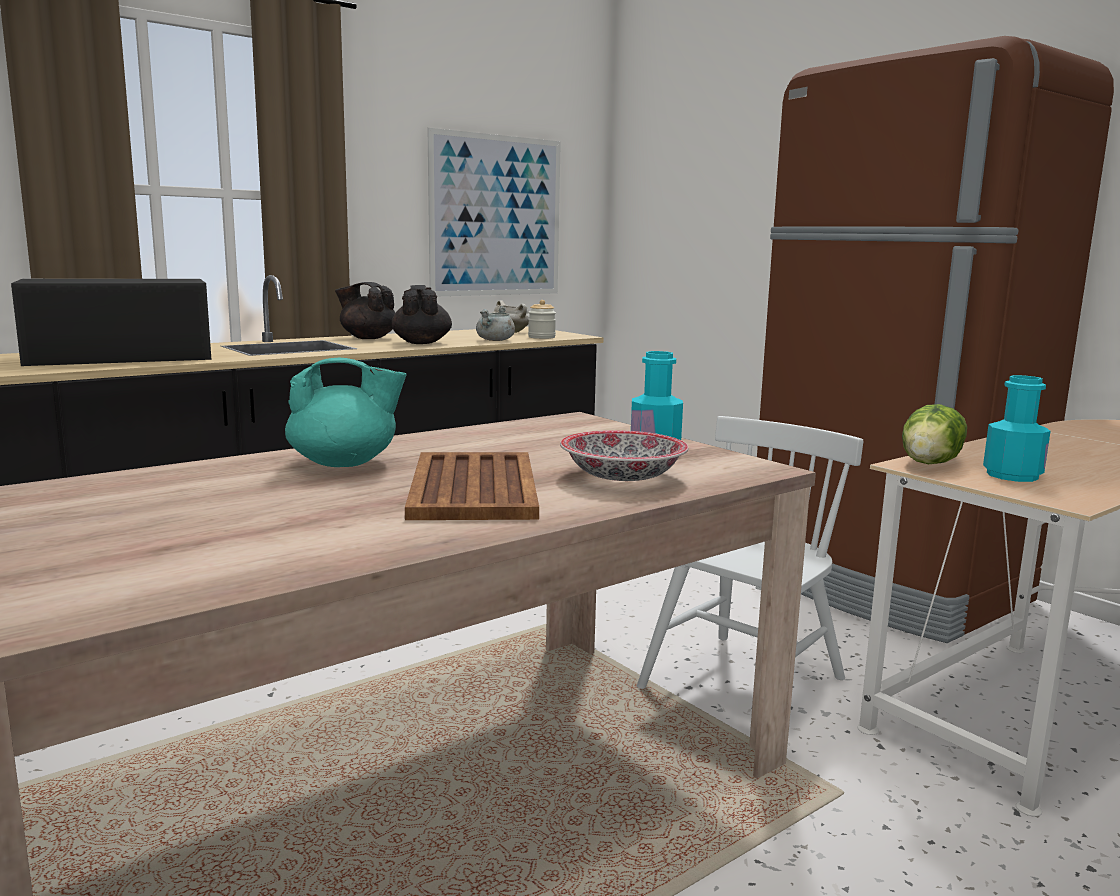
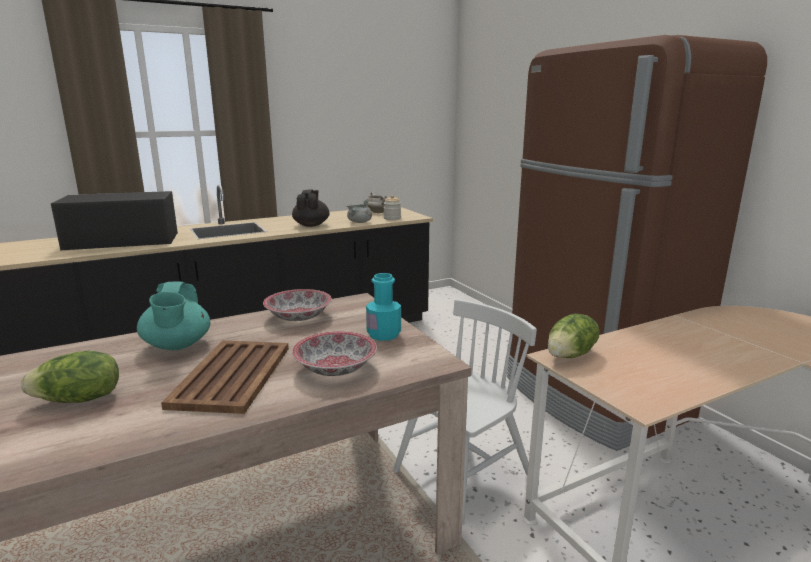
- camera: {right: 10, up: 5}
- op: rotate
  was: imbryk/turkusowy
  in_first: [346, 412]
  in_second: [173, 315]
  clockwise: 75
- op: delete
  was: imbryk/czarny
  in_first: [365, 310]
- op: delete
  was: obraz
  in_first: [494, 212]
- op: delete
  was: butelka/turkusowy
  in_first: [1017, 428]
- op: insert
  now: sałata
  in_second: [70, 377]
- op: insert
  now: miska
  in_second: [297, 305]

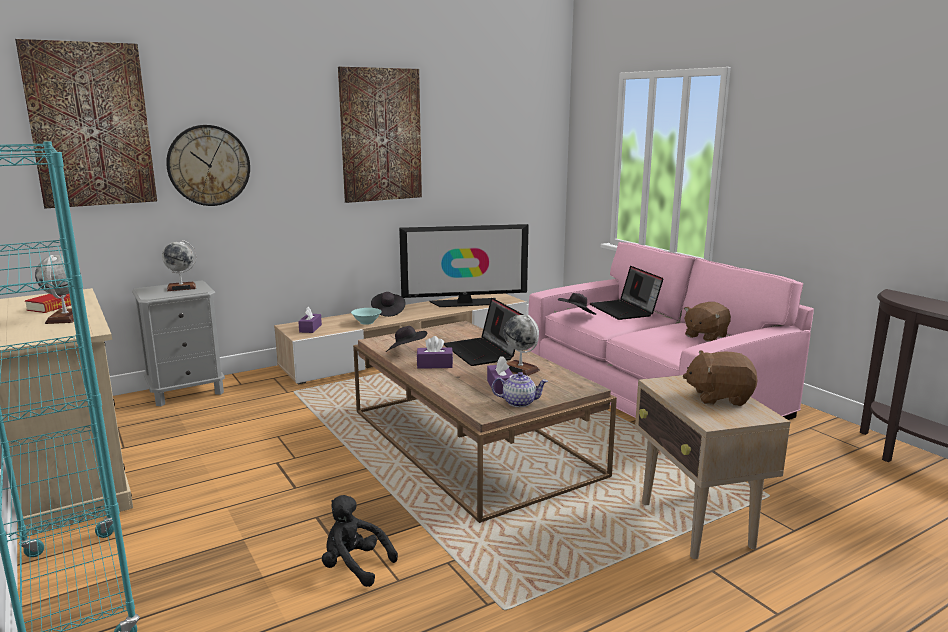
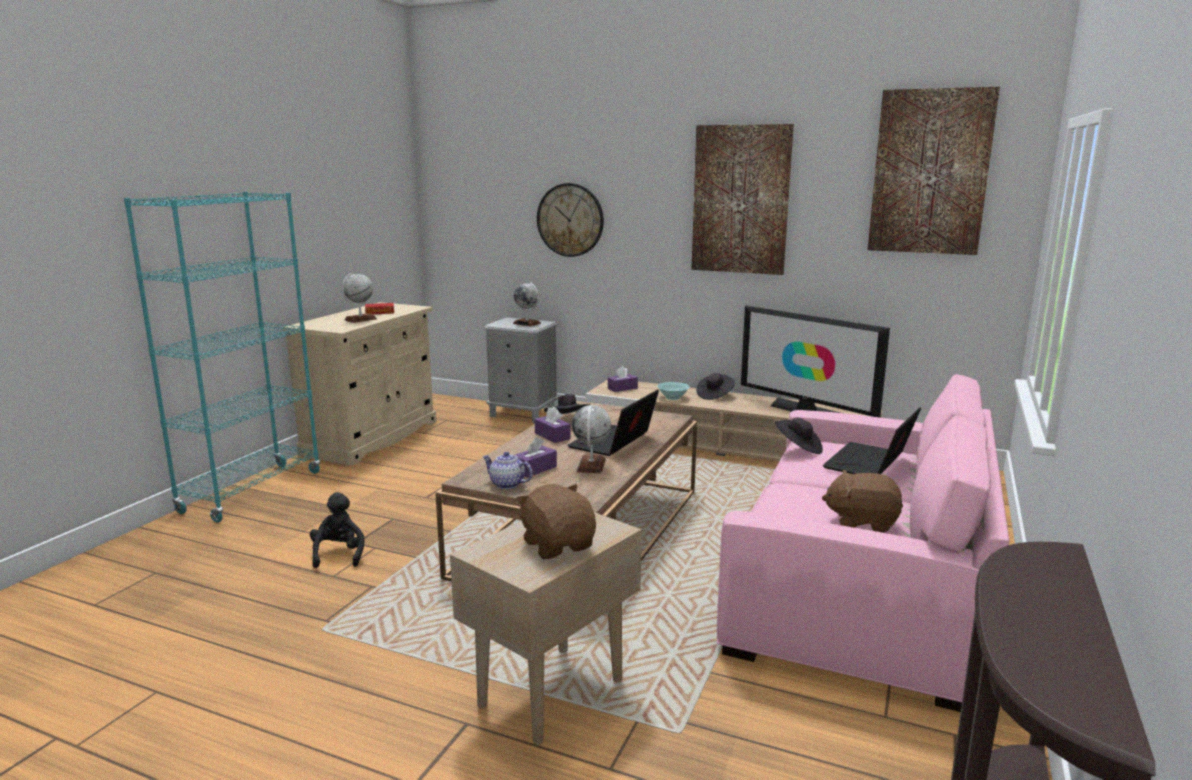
- camera: {right: 55, up: 0}
- op: move
  was: obraz
  in_first: [86, 124]
  in_second: [934, 171]
- op: rotate
  was: imbryk
  in_first: [520, 389]
  in_second: [507, 470]
  clockwise: 150

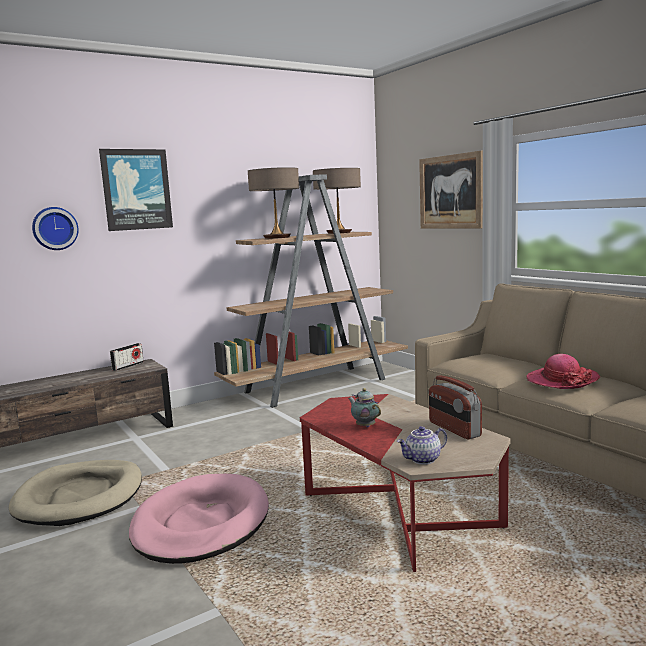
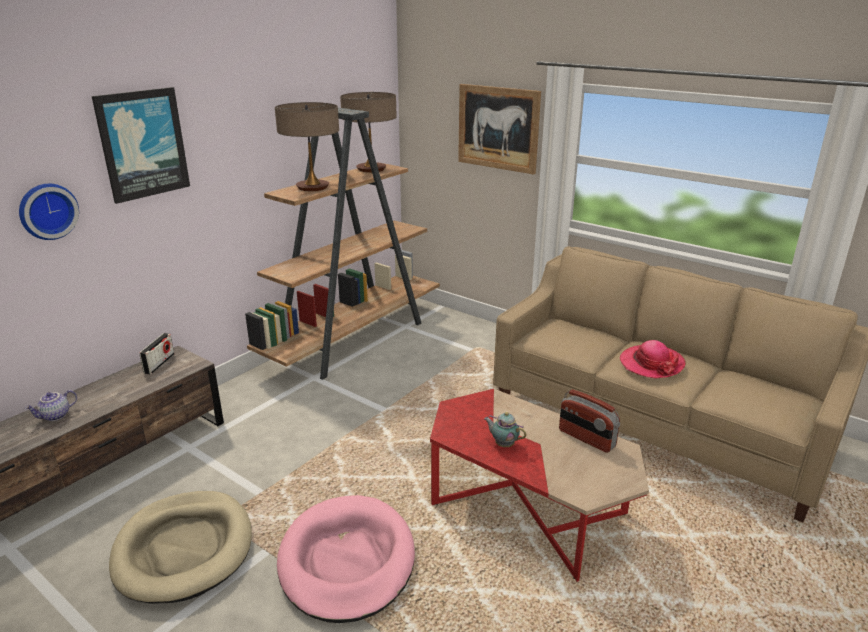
- camera: {right: -20, up: 15}
- op: move
  was: imbryk
  in_first: [422, 445]
  in_second: [51, 405]

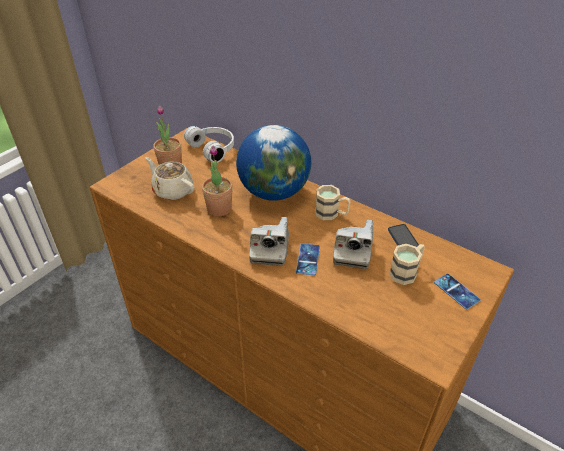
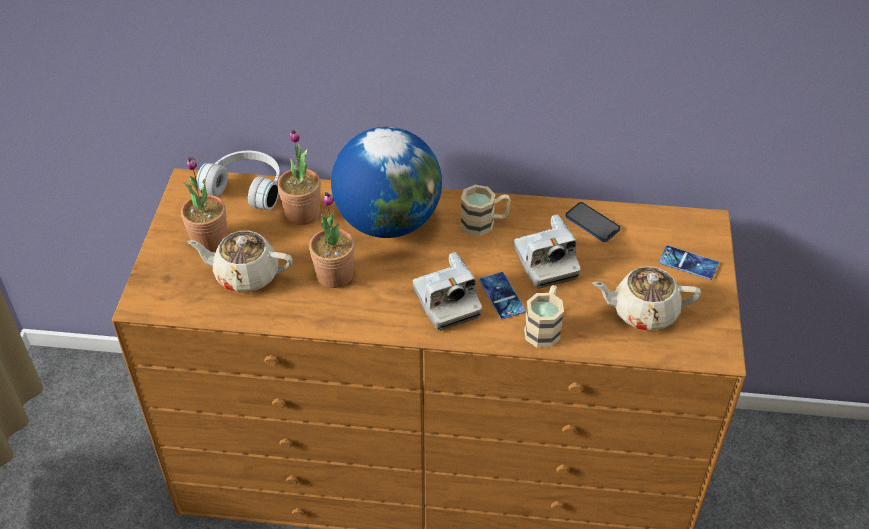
- camera: {right: -30, up: 5}
- op: move
  was: kubek/beżowy
  in_first: [407, 264]
  in_second: [544, 316]
- op: insert
  now: roślina doniczkowa
  in_second: [299, 177]
- op: insert
  now: imbryk/beżowy
  in_second: [646, 298]

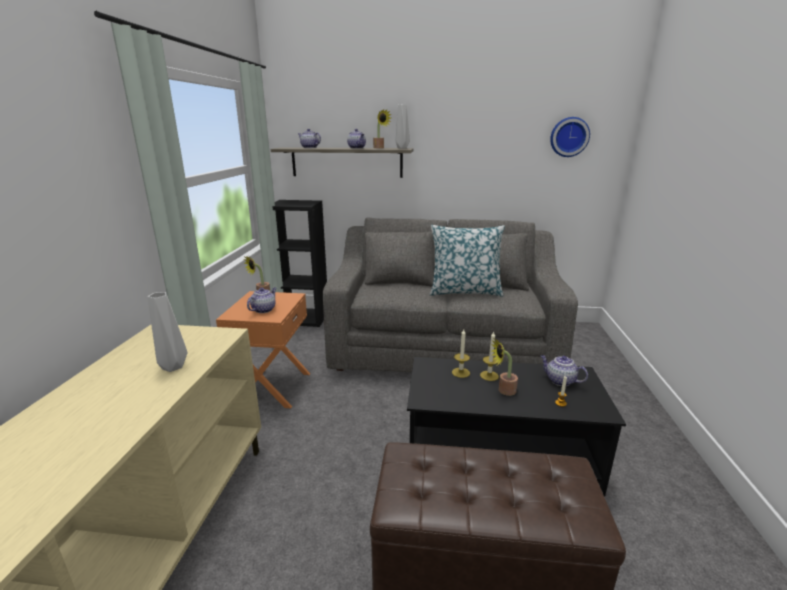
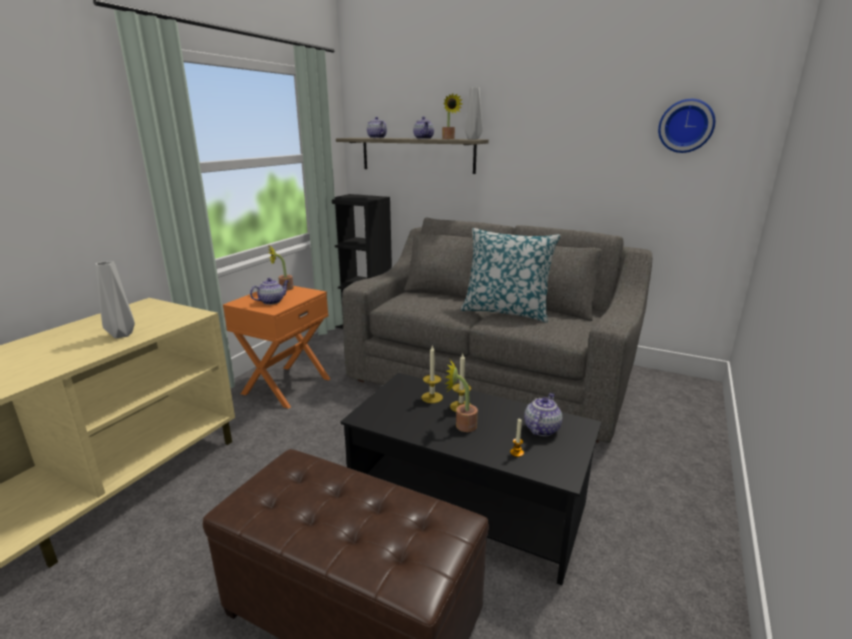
- camera: {right: 20, up: 0}
- op: rotate
  was: imbryk
  in_first: [564, 370]
  in_second: [543, 414]
  clockwise: 60

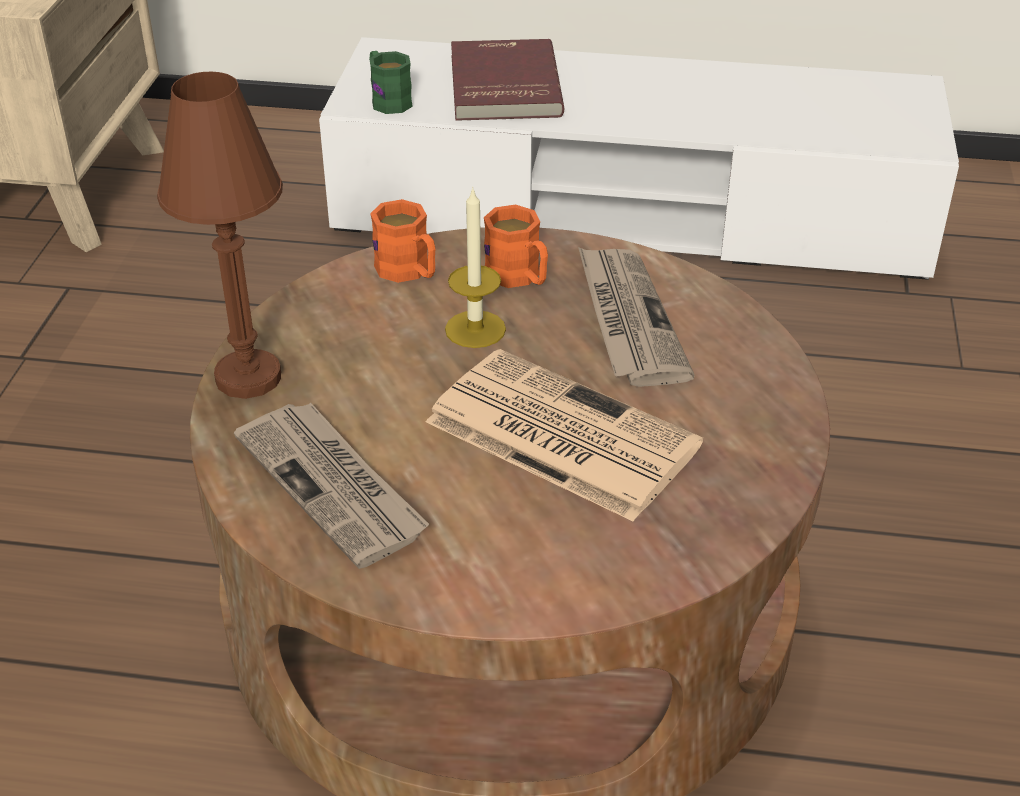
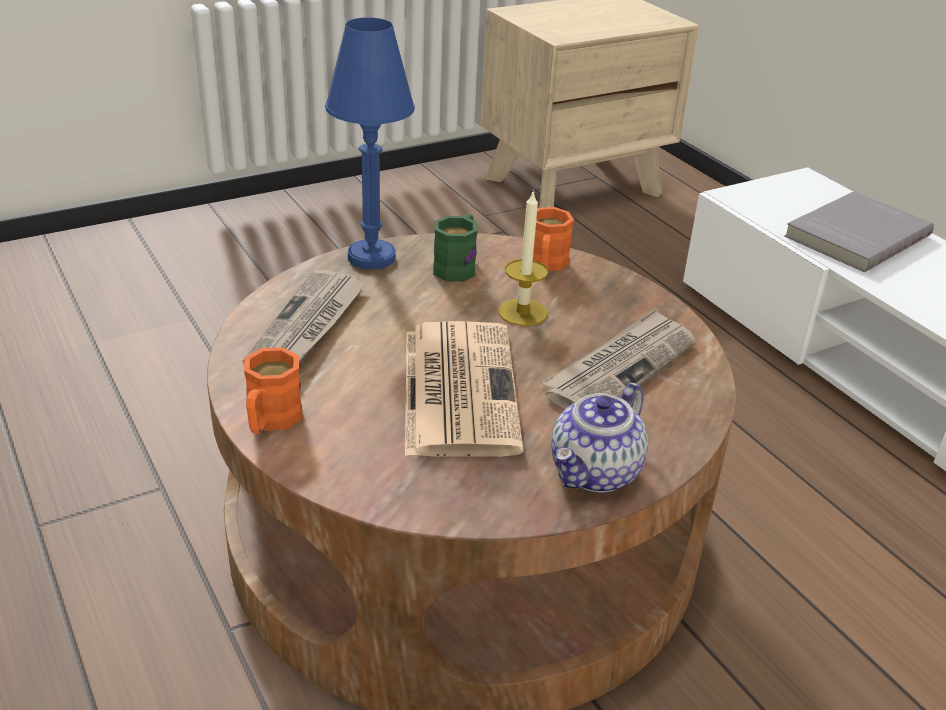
- camera: {right: 50, up: -5}
- op: recolor
  was: lampa stołowa/brązowy
  now: lampa stołowa/niebieski
  in_first: [220, 235]
  in_second: [370, 143]
- op: move
  was: kubek/zielony
  in_first: [391, 82]
  in_second: [455, 248]
- op: recolor
  was: książka/czerwony
  now: książka/szary
  in_first: [507, 80]
  in_second: [859, 231]
- op: move
  was: kubek/pomarańczowy
  in_first: [516, 246]
  in_second: [273, 390]
- op: insert
  now: imbryk
  in_second: [599, 438]

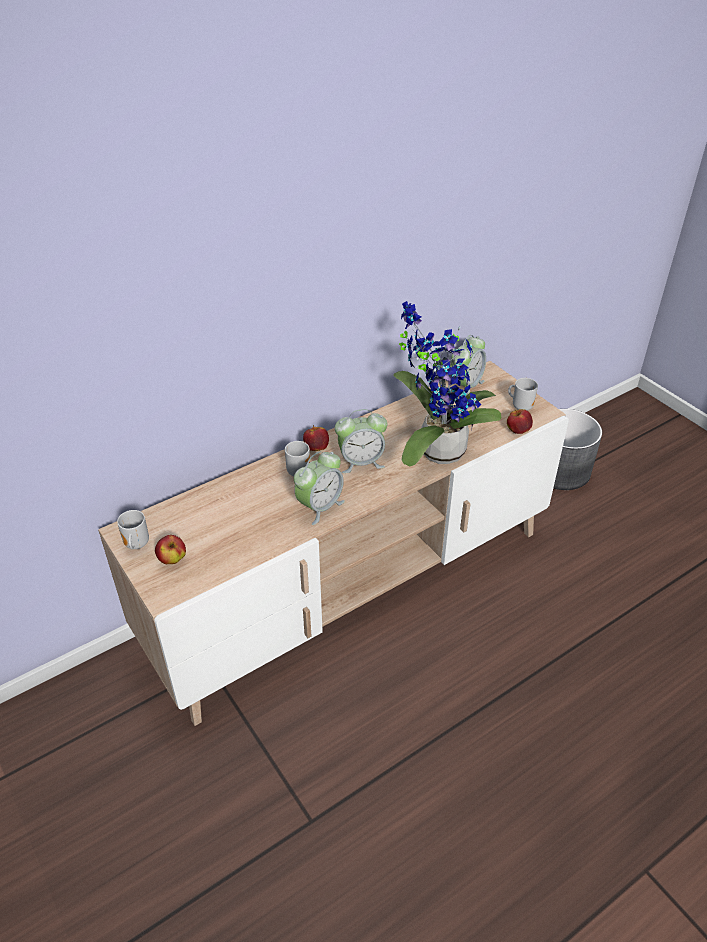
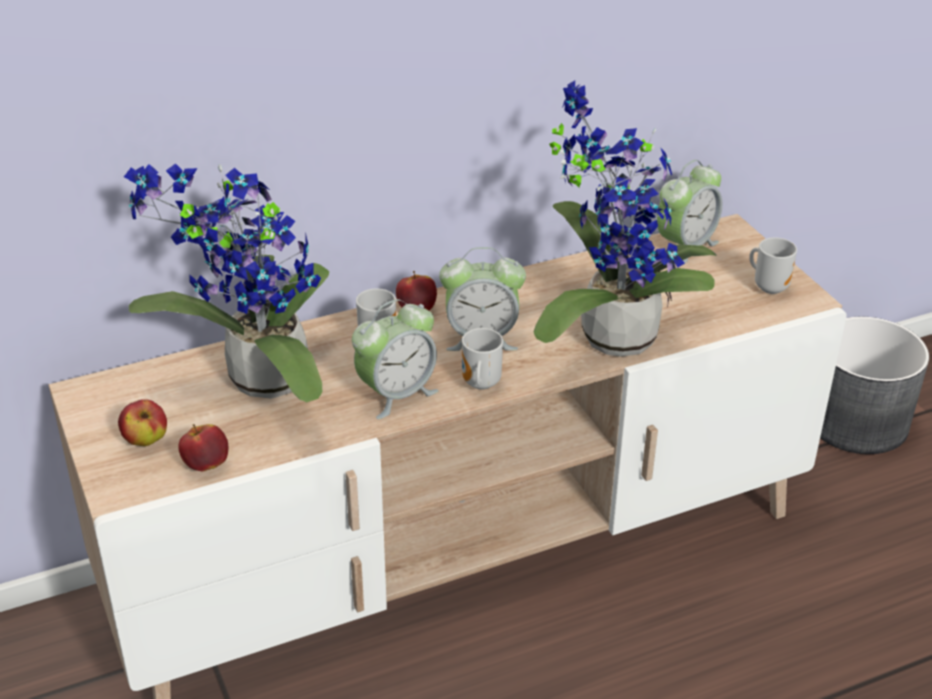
- camera: {right: 10, up: -5}
- op: move
  was: kubek
  in_first: [133, 529]
  in_second: [482, 359]
- op: move
  was: jabłko
  in_first: [520, 421]
  in_second: [203, 447]
- op: insert
  now: roślina doniczkowa
  in_second: [226, 282]

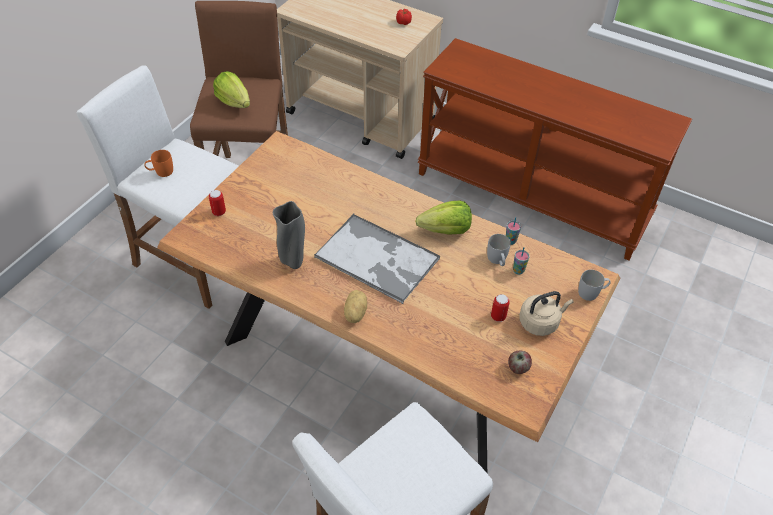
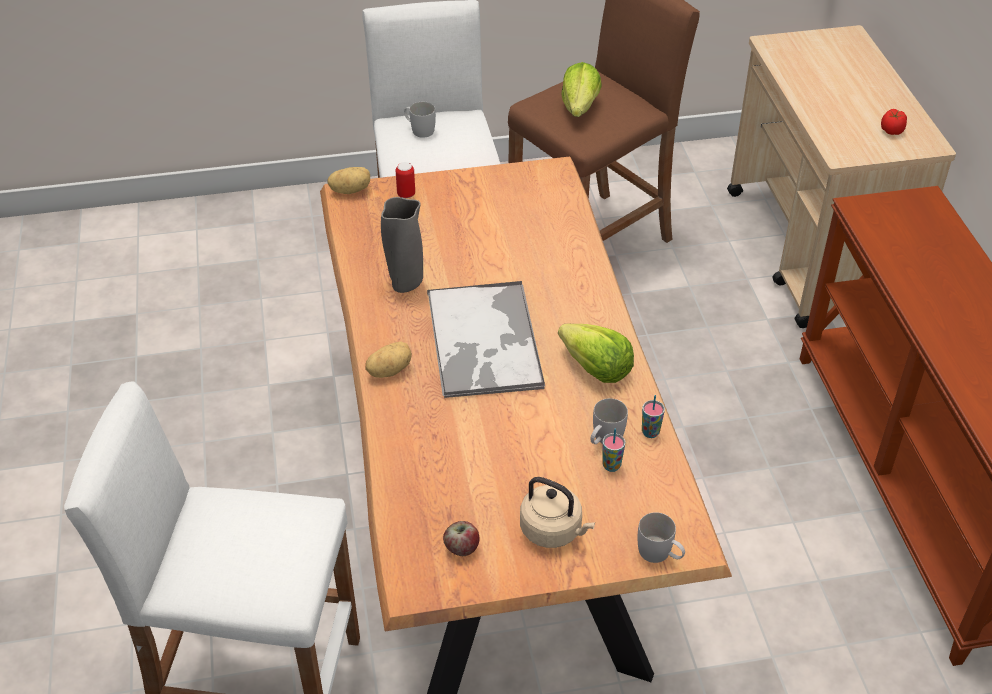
- camera: {right: 50, up: -5}
- op: recolor
  was: kubek/pomarańczowy
  now: kubek/biały
  in_first: [158, 163]
  in_second: [420, 120]
- op: delete
  was: puszka
  in_first: [500, 308]
- op: insert
  now: ziemniak
  in_second: [348, 180]

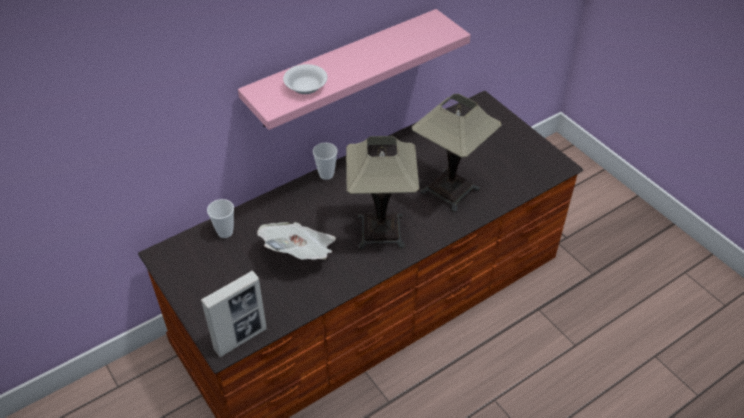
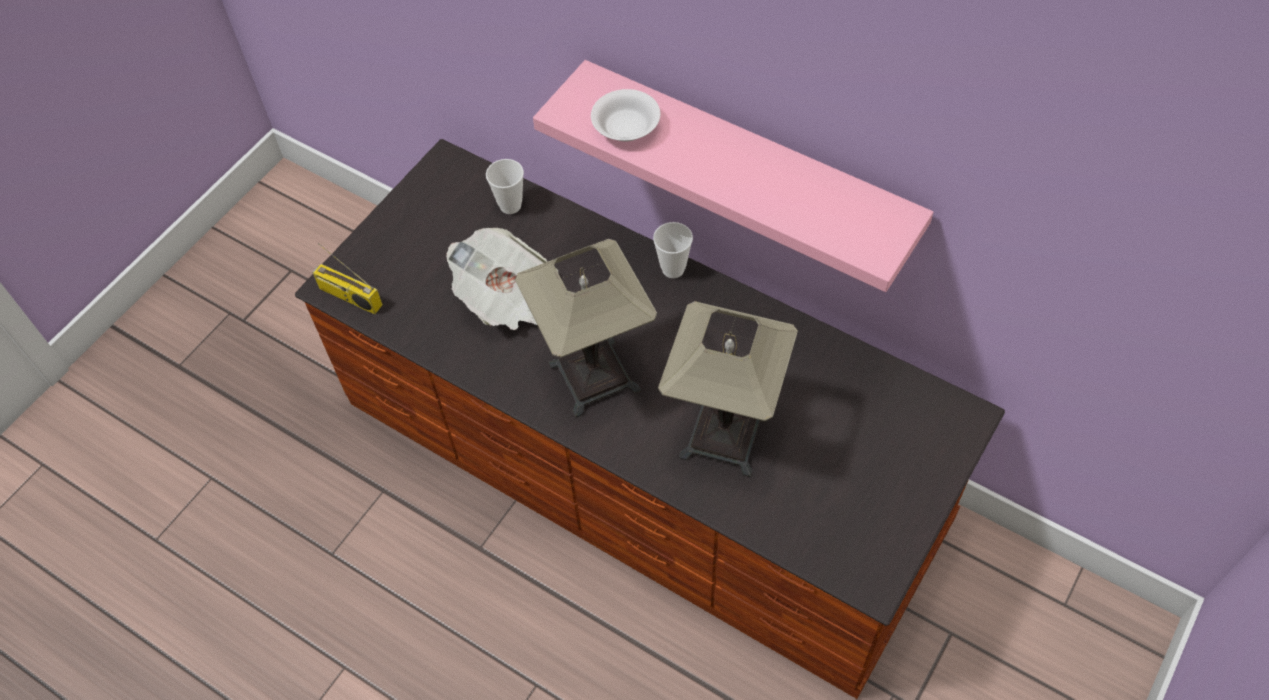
- camera: {right: 70, up: 10}
- op: replace
  was: ramka na zdjęcie
  now: radio
  in_first: [234, 314]
  in_second: [347, 278]

